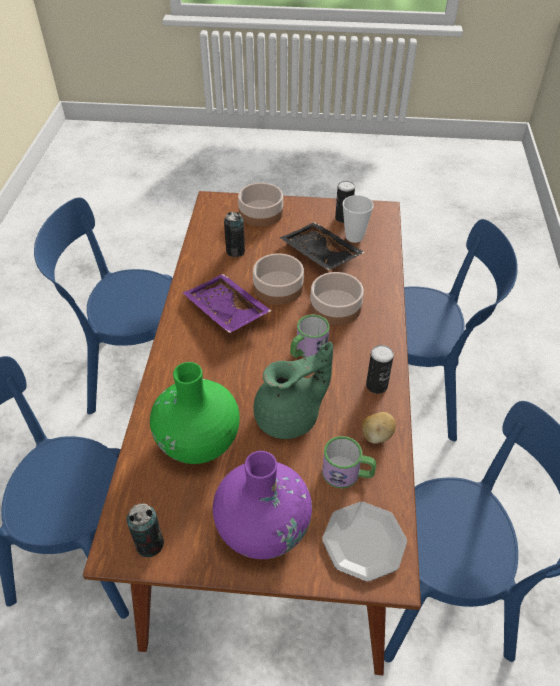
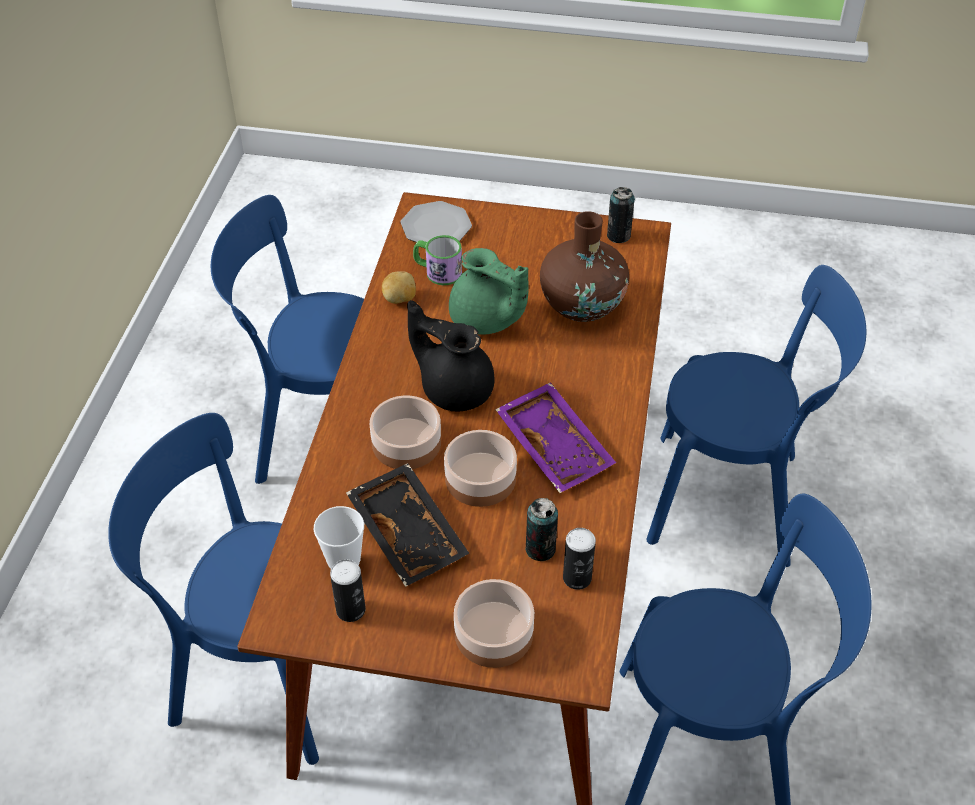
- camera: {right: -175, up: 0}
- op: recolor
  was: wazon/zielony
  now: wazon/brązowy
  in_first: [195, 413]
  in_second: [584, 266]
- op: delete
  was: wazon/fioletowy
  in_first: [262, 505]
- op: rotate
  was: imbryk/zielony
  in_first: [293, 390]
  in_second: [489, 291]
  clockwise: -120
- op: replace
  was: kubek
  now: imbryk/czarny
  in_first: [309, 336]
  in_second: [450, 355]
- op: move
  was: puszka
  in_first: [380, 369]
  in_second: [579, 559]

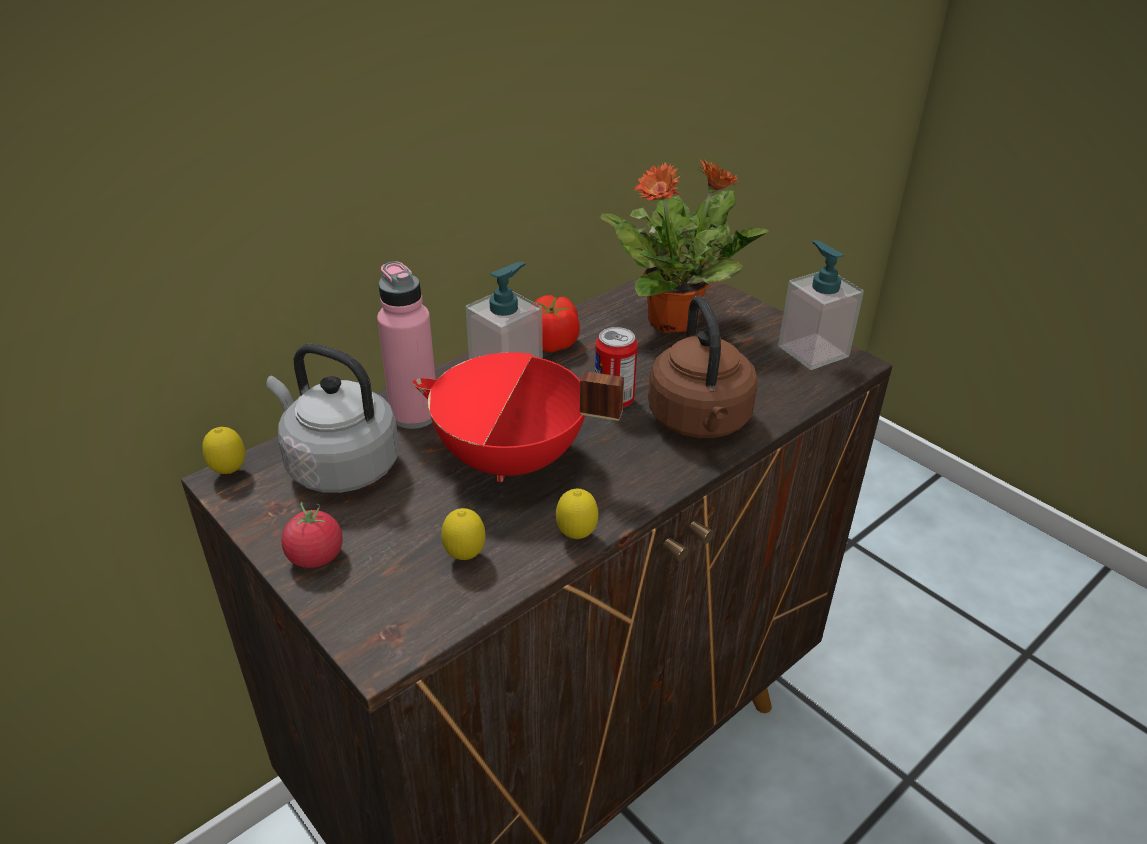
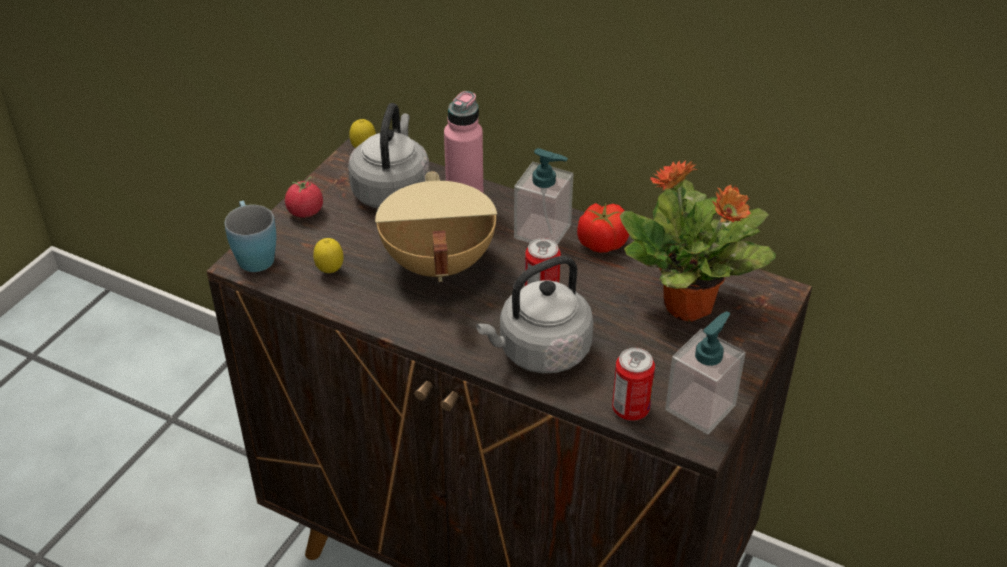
- camera: {right: 70, up: 5}
- op: recolor
  was: garnek/czerwony
  now: garnek/beżowy
  in_first: [518, 417]
  in_second: [436, 226]
- op: delete
  was: cytryna
  in_first: [577, 514]
- op: recolor
  was: czajnik/brązowy
  now: czajnik/szary
  in_first: [703, 367]
  in_second: [534, 314]
- op: insert
  now: kubek/niebieski
  in_second: [251, 236]
- op: insert
  now: puszka
  in_second: [633, 384]

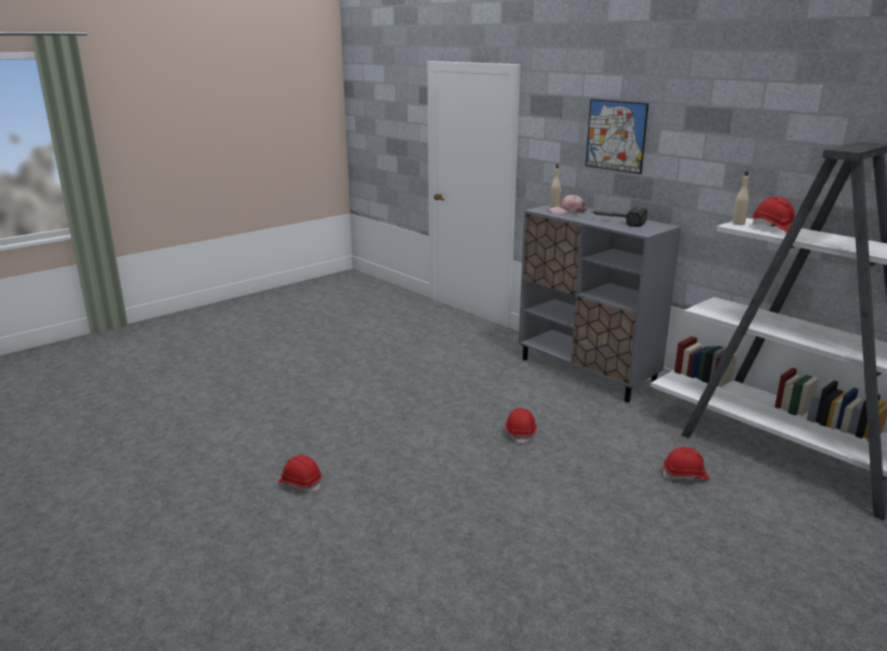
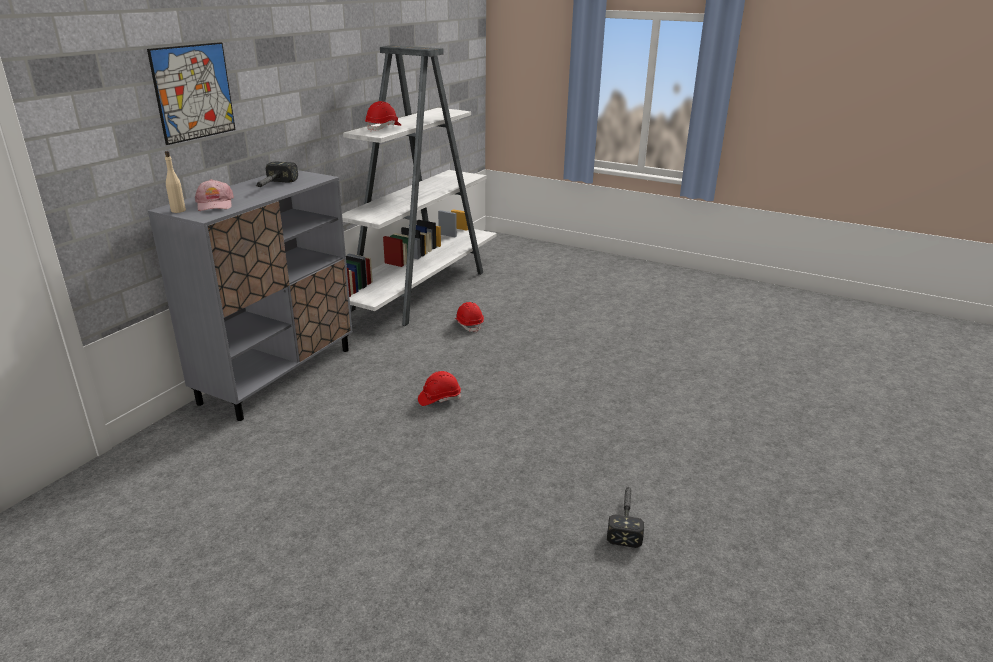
- camera: {right: -110, up: 5}
- op: replace
  was: kask/czerwony
  now: młotek
  in_first: [300, 474]
  in_second: [625, 517]
- op: delete
  was: butelka/beżowy
  in_first: [740, 198]

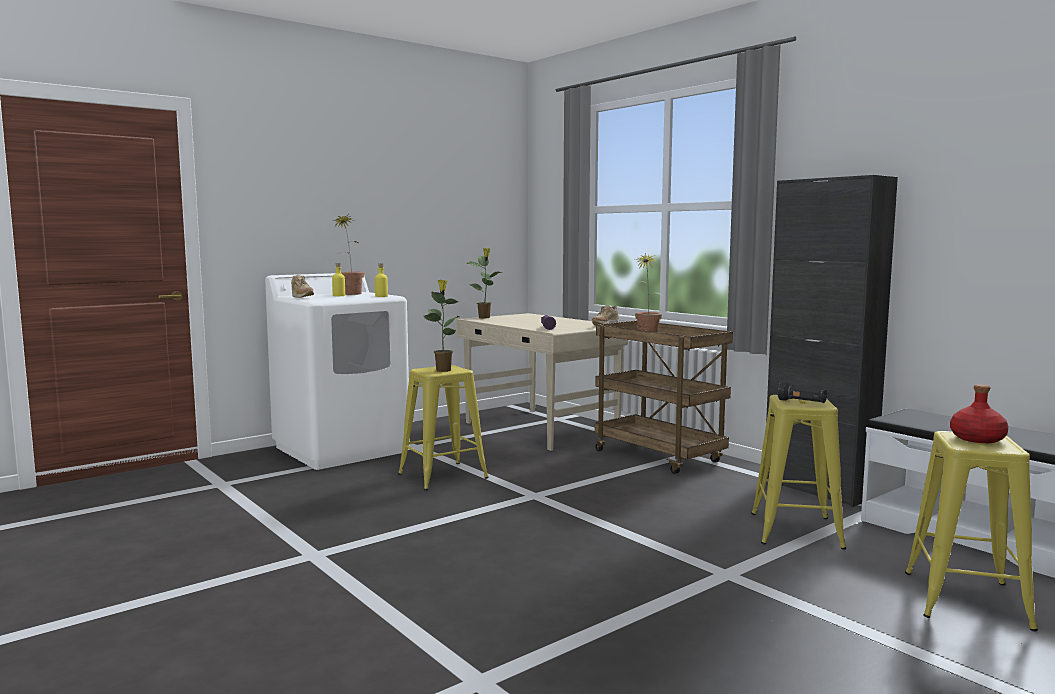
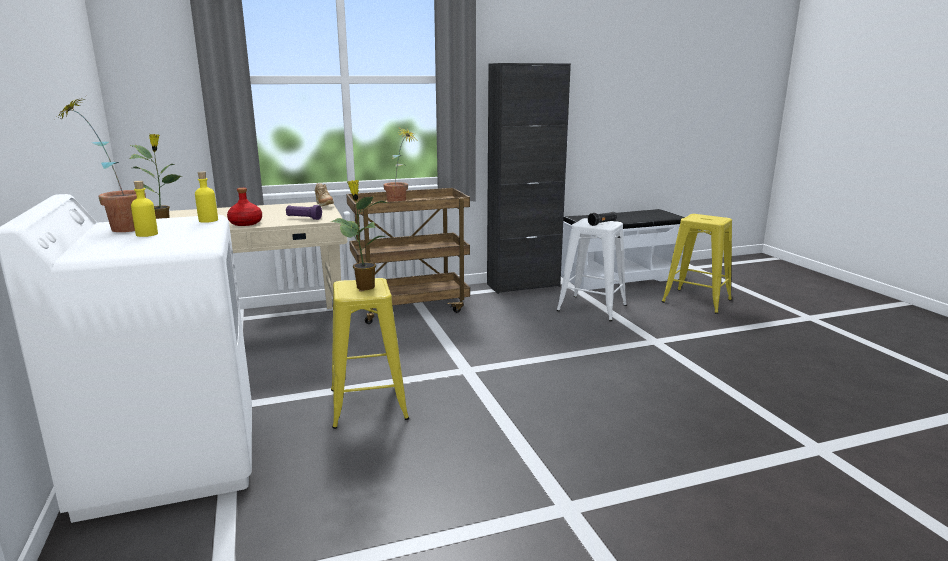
- camera: {right: -70, up: 10}
- op: delete
  was: but/beżowy
  in_first: [302, 286]
- op: recolor
  was: stołek/żółty
  now: stołek/biały
  in_first: [798, 472]
  in_second: [591, 269]
- op: move
  was: butelka/czerwony
  in_first: [979, 413]
  in_second: [244, 207]

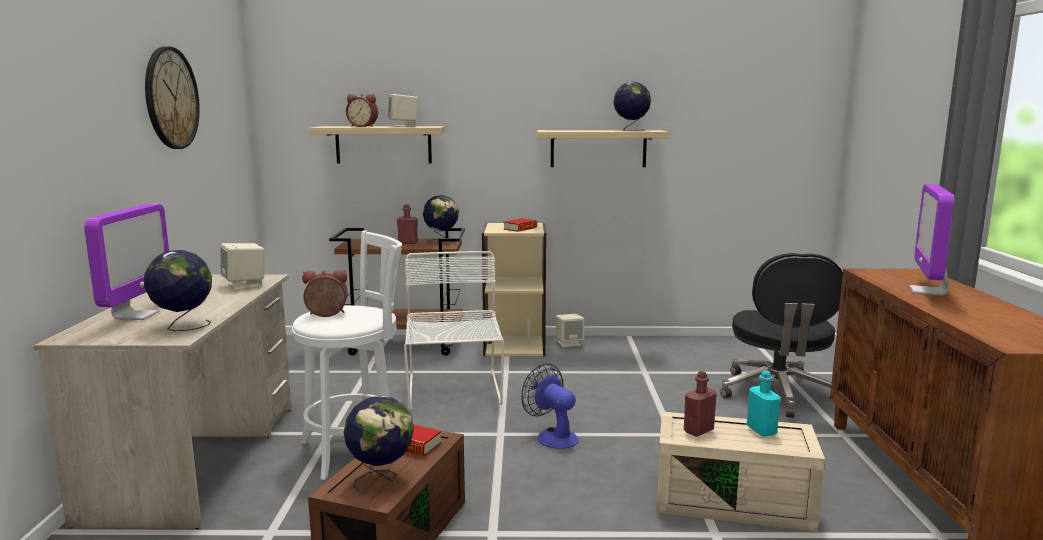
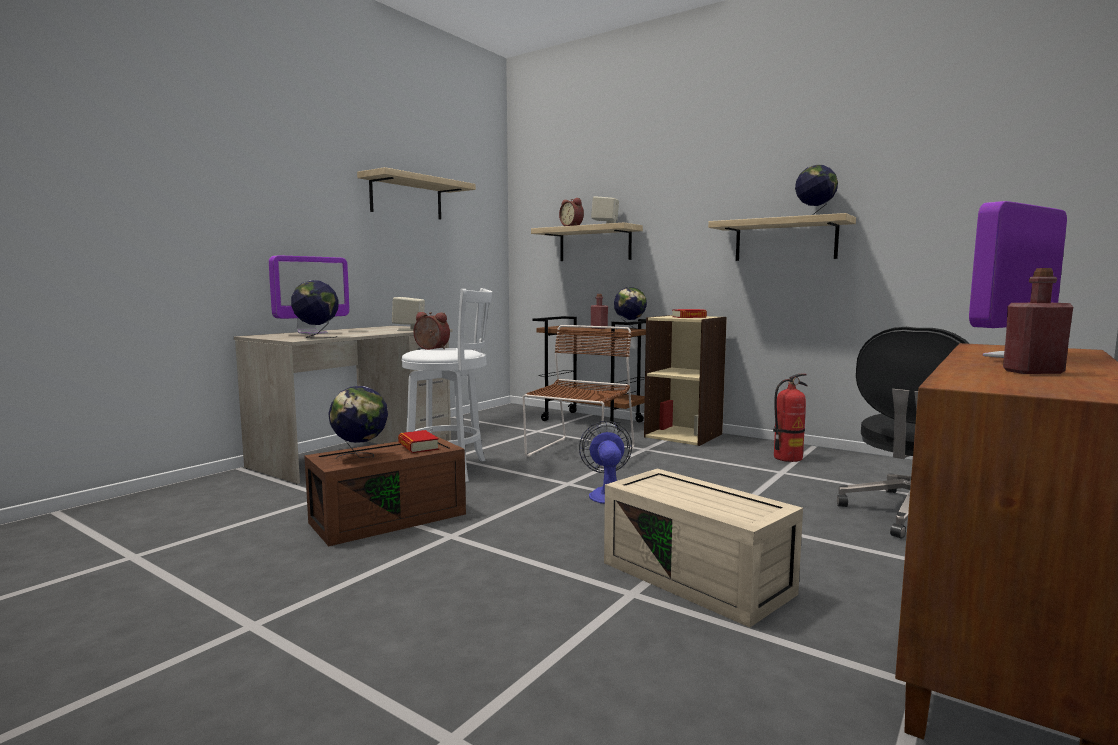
- camera: {right: 35, up: -5}
- op: replace
  was: zegar ścienny
  now: półka
  in_first: [172, 98]
  in_second: [416, 193]
- op: recolor
  was: krzesło/biały
  now: krzesło/brązowy
  in_first: [454, 330]
  in_second: [578, 396]
- op: delete
  was: głośnik/beżowy
  in_first: [570, 330]
- op: move
  was: butelka/czerwony
  in_first: [700, 404]
  in_second: [1038, 321]
- op: delete
  was: butelka/turkusowy
  in_first: [764, 403]
- op: insert
  now: gaśnica
  in_second: [790, 418]

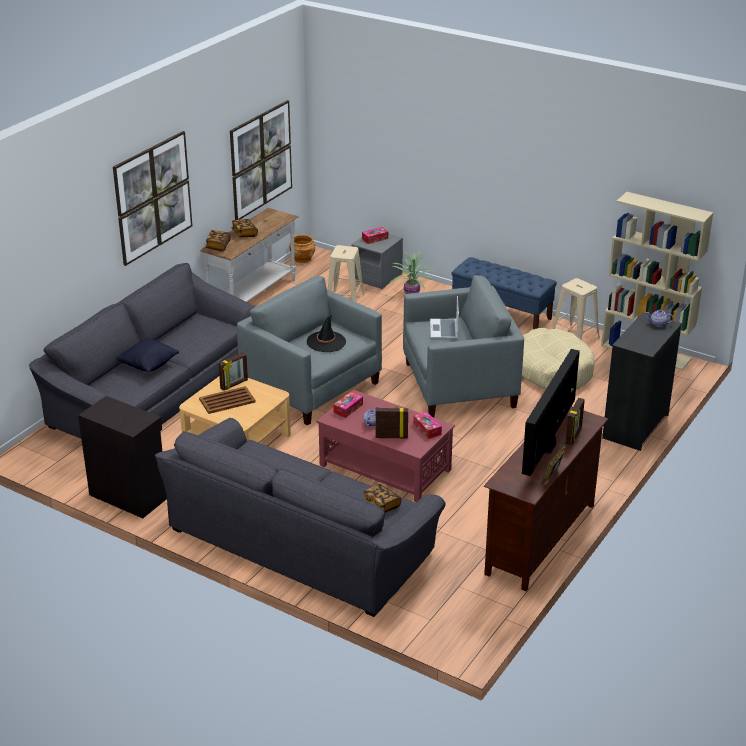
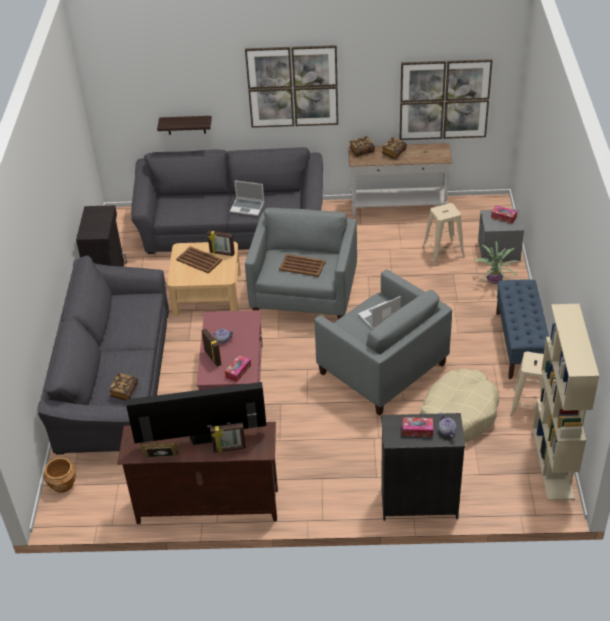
- camera: {right: 60, up: 10}
- op: delete
  was: poduszka/czarny
  in_first: [148, 355]
- op: move
  was: donica/brązowy
  in_first: [302, 249]
  in_second: [60, 475]
- op: replace
  was: kapelusz/czarny
  now: taca/brązowy
  in_first: [326, 333]
  in_second: [302, 265]
- op: move
  was: pudełko chusteczek
  in_first: [348, 405]
  in_second: [418, 427]
- op: insert
  now: półka
  in_second: [184, 125]
- op: insert
  now: laptop
  in_second: [247, 198]

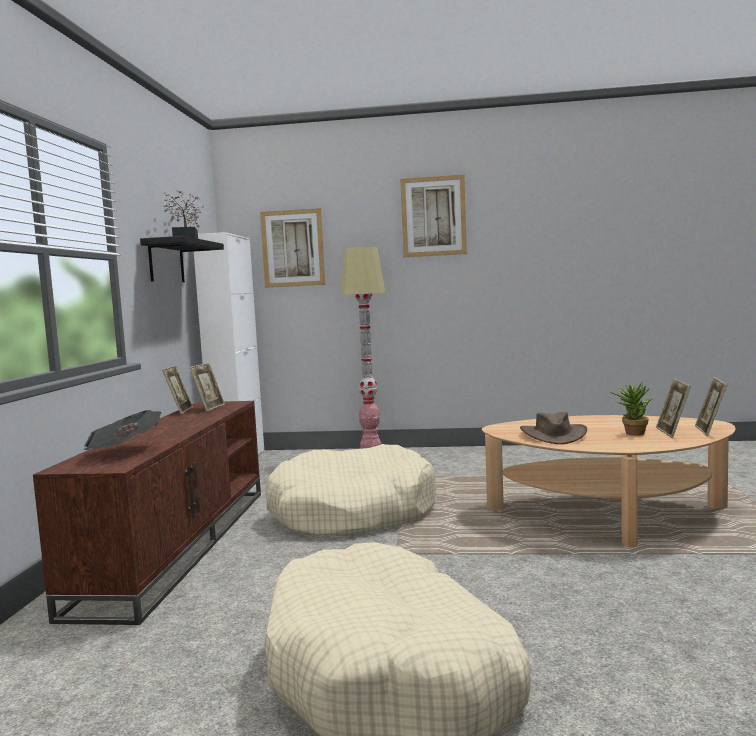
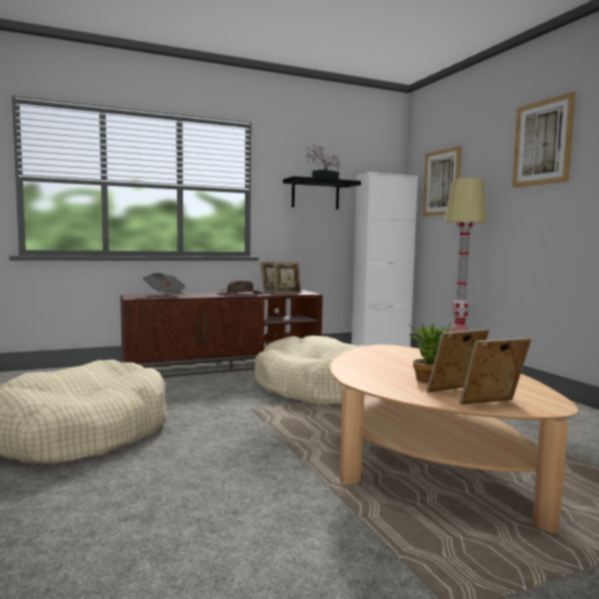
- camera: {right: 60, up: 0}
- op: move
  was: kapelusz/brązowy
  in_first: [553, 428]
  in_second: [240, 287]

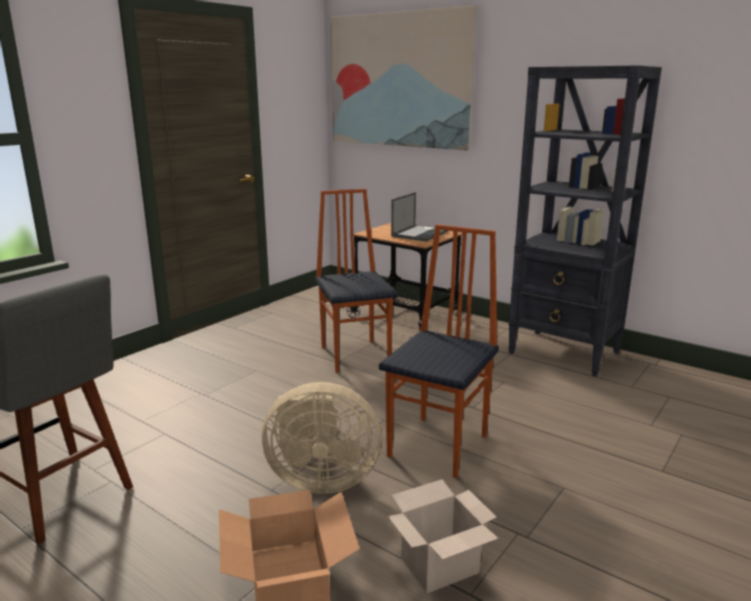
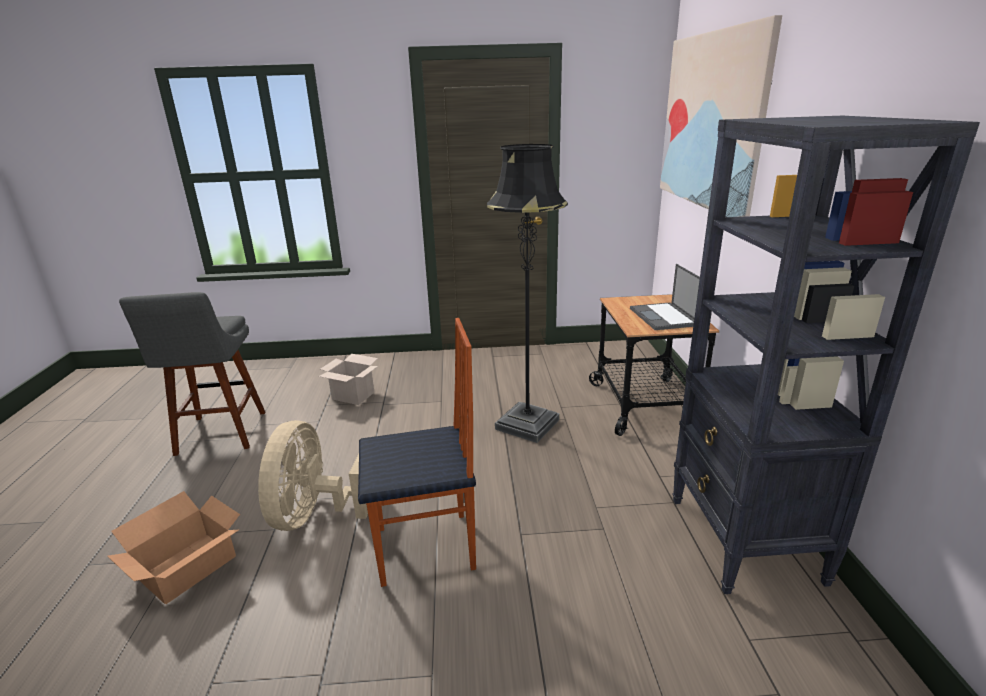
- camera: {right: 50, up: 5}
- op: rotate
  was: wentylator/beżowy
  in_first: [322, 438]
  in_second: [313, 475]
  clockwise: 45
- op: replace
  was: krzesło
  now: lampa stojąca/czarny
  in_first: [356, 281]
  in_second: [527, 293]
- op: move
  was: karton
  in_first: [443, 536]
  in_second: [348, 379]
- op: rotate
  was: laptop
  in_first: [419, 217]
  in_second: [665, 297]
  clockwise: 90

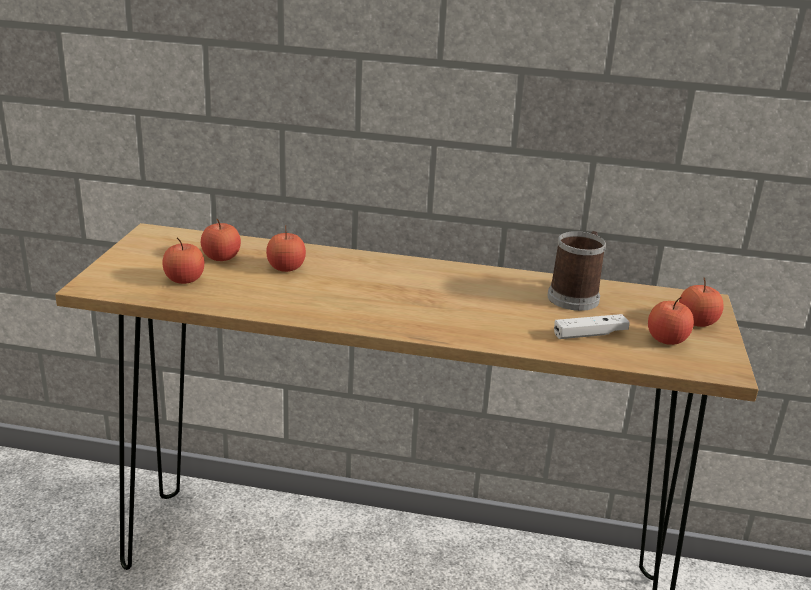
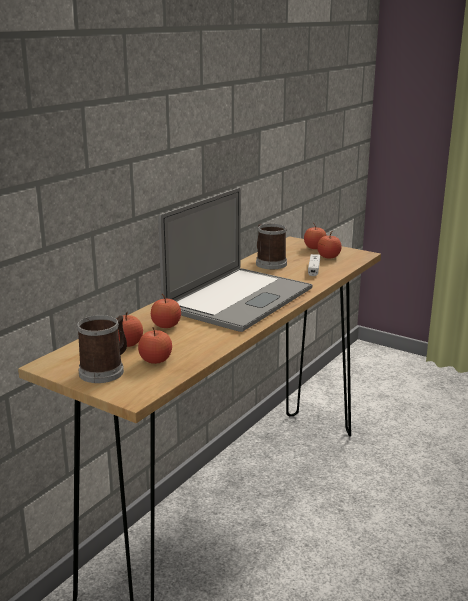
- camera: {right: -65, up: -5}
- op: insert
  now: kubek
  in_second: [102, 349]
- op: insert
  now: laptop
  in_second: [235, 260]

